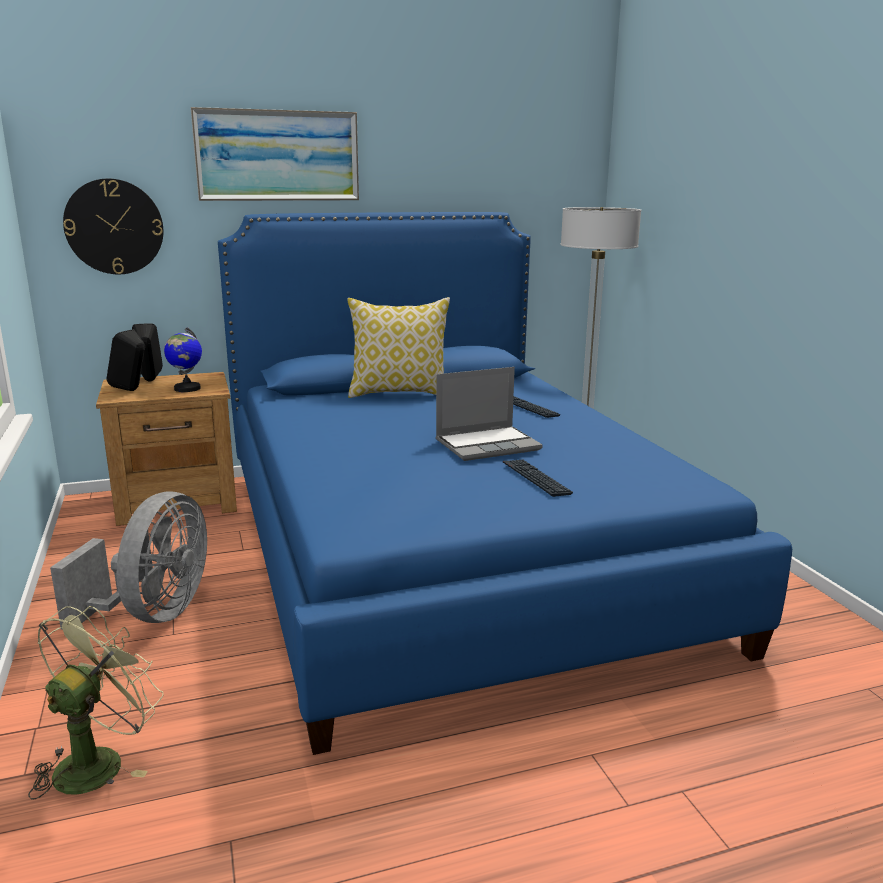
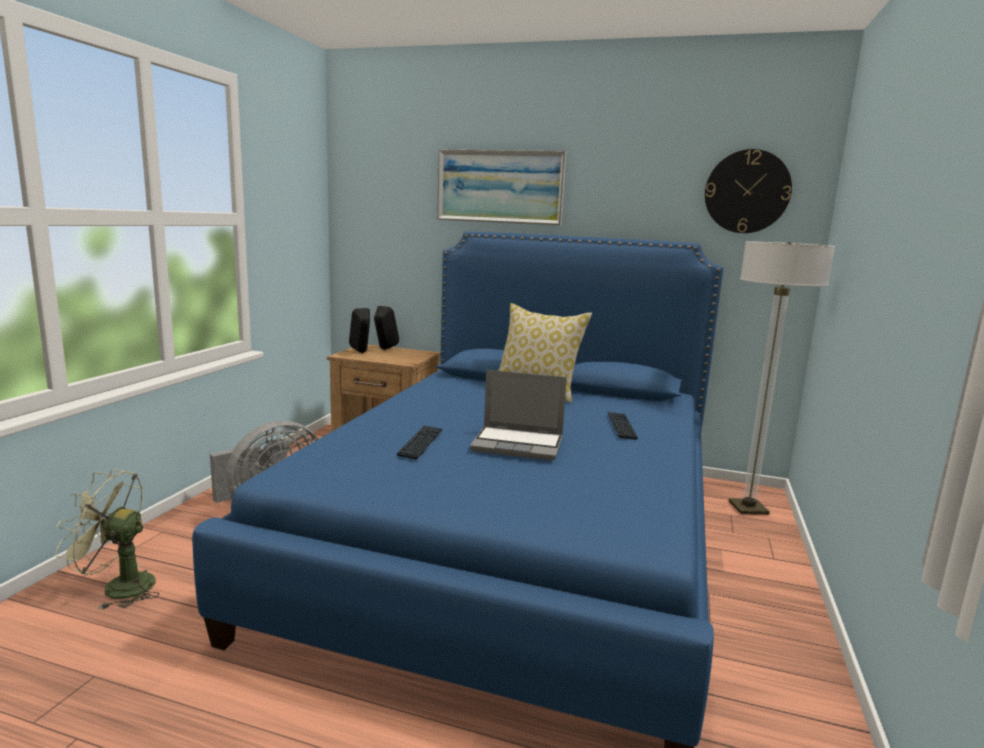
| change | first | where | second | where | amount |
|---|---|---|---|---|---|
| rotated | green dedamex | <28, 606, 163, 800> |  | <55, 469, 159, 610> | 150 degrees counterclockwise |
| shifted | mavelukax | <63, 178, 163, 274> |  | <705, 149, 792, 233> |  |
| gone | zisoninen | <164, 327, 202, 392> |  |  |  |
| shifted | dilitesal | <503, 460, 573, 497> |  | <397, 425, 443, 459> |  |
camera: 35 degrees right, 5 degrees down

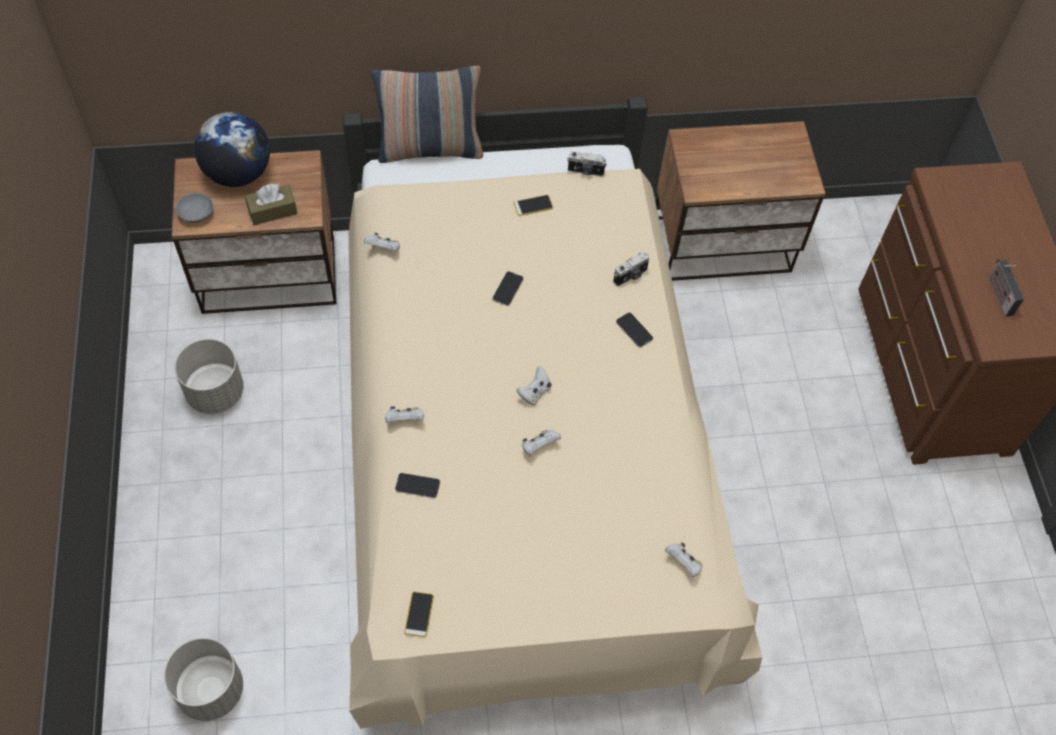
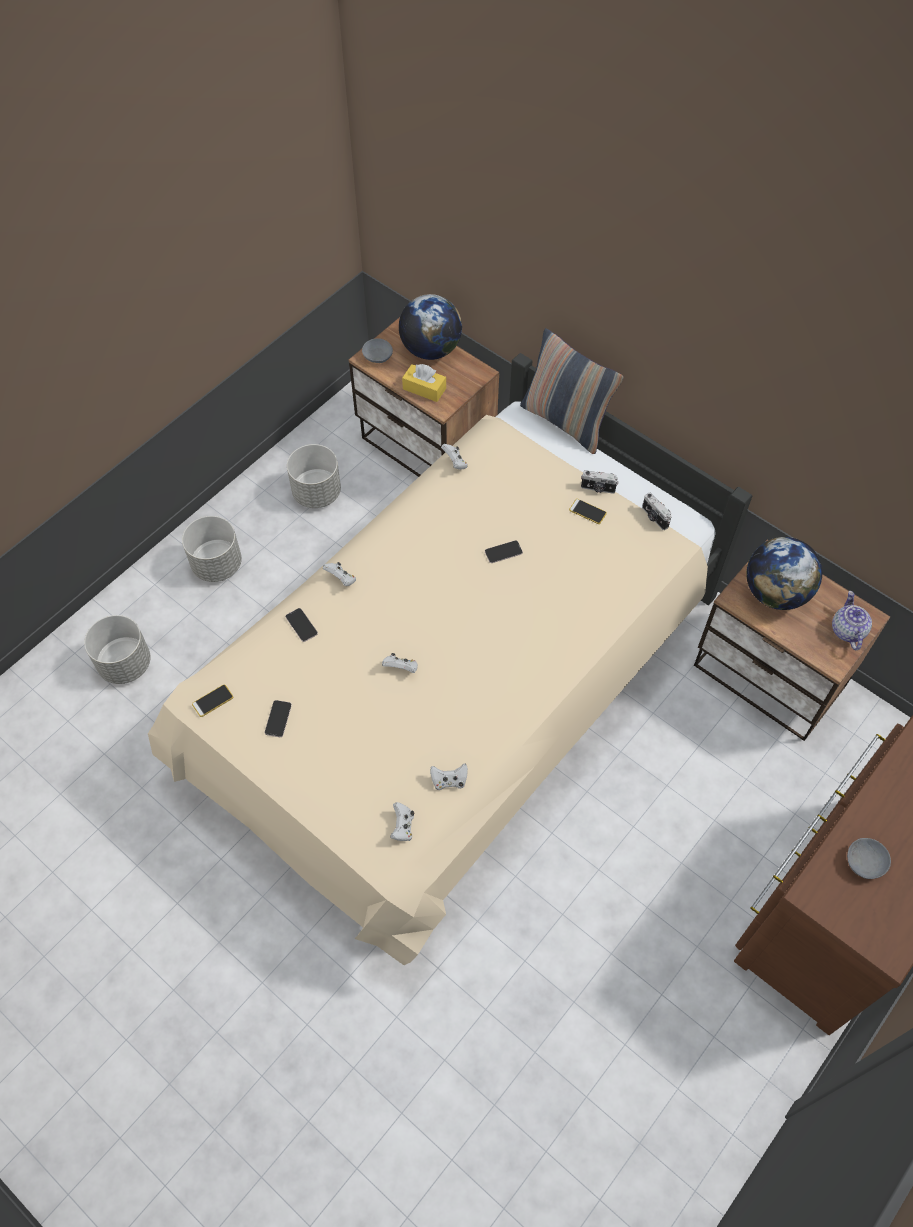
| change | first | where | second | where | amount |
|---|---|---|---|---|---|
| repainted | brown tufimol | <245, 183, 297, 225> | yellow tufimol | <402, 364, 446, 402> |  |
| shifted | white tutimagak | <516, 366, 551, 406> |  | <430, 763, 468, 790> |  |
| shifted | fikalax | <613, 252, 649, 286> |  | <581, 470, 619, 494> |  |
| shifted | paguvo | <616, 312, 653, 347> |  | <265, 700, 292, 737> |  |
| swapped | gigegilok | <989, 259, 1024, 316> | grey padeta | <847, 838, 891, 879> |  |
| new |  |  | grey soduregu | <182, 516, 242, 582> |  |
| new |  |  | zisoninen | <746, 537, 822, 610> |  |
| new |  |  | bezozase | <832, 591, 872, 650> |  |
camera: 50 degrees right, 0 degrees up

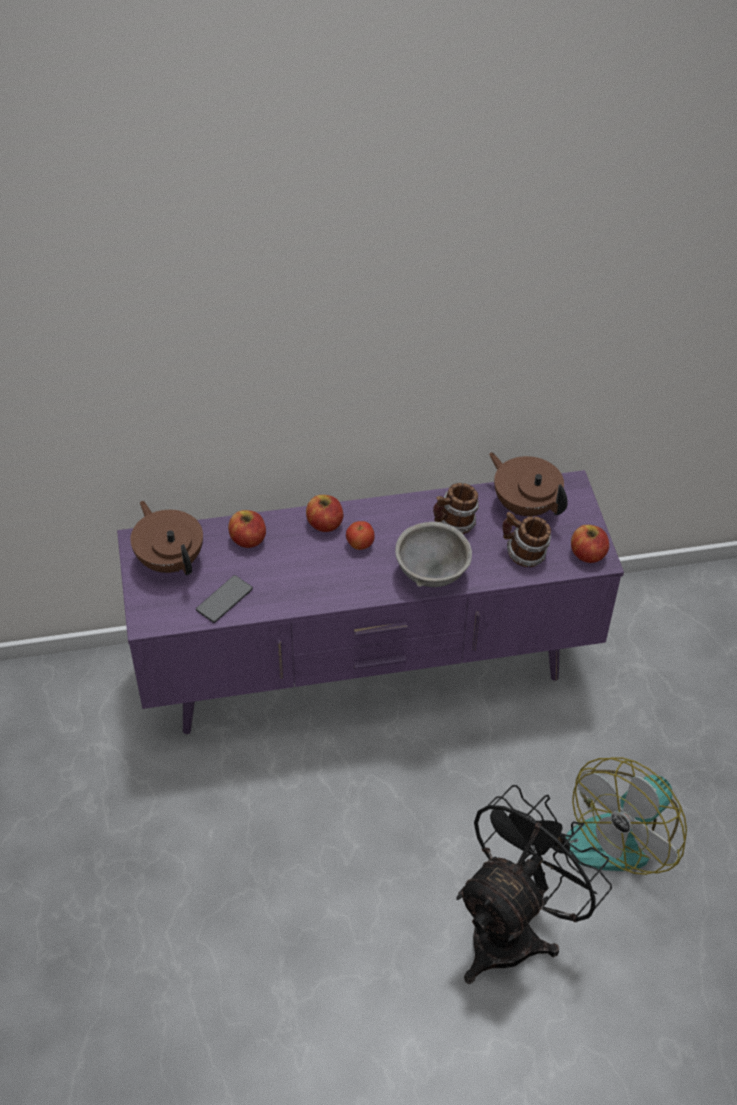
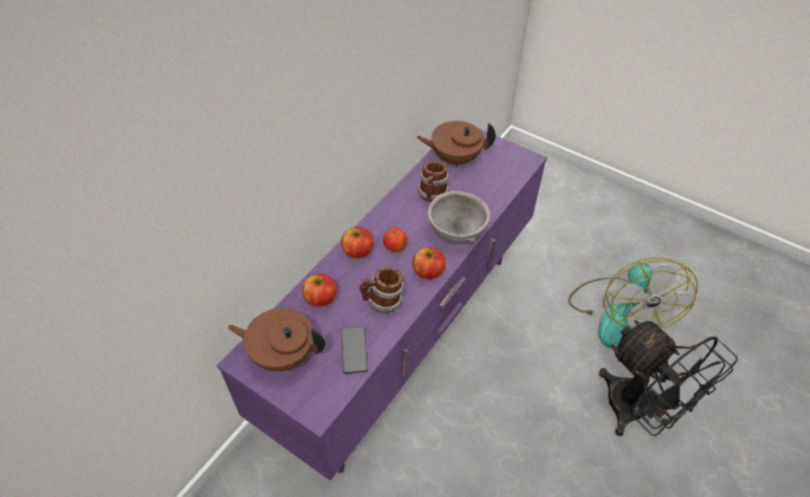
| change | first | where | second | where | amount |
|---|---|---|---|---|---|
| rotated | black dedamex | <456, 785, 612, 984> |  | <599, 320, 738, 436> | 150 degrees clockwise |
| shifted | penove | <502, 512, 551, 567> |  | <360, 267, 404, 313> |  |
| shifted | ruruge | <571, 525, 609, 563> |  | <412, 247, 446, 279> |  |
camera: 45 degrees left, 0 degrees up

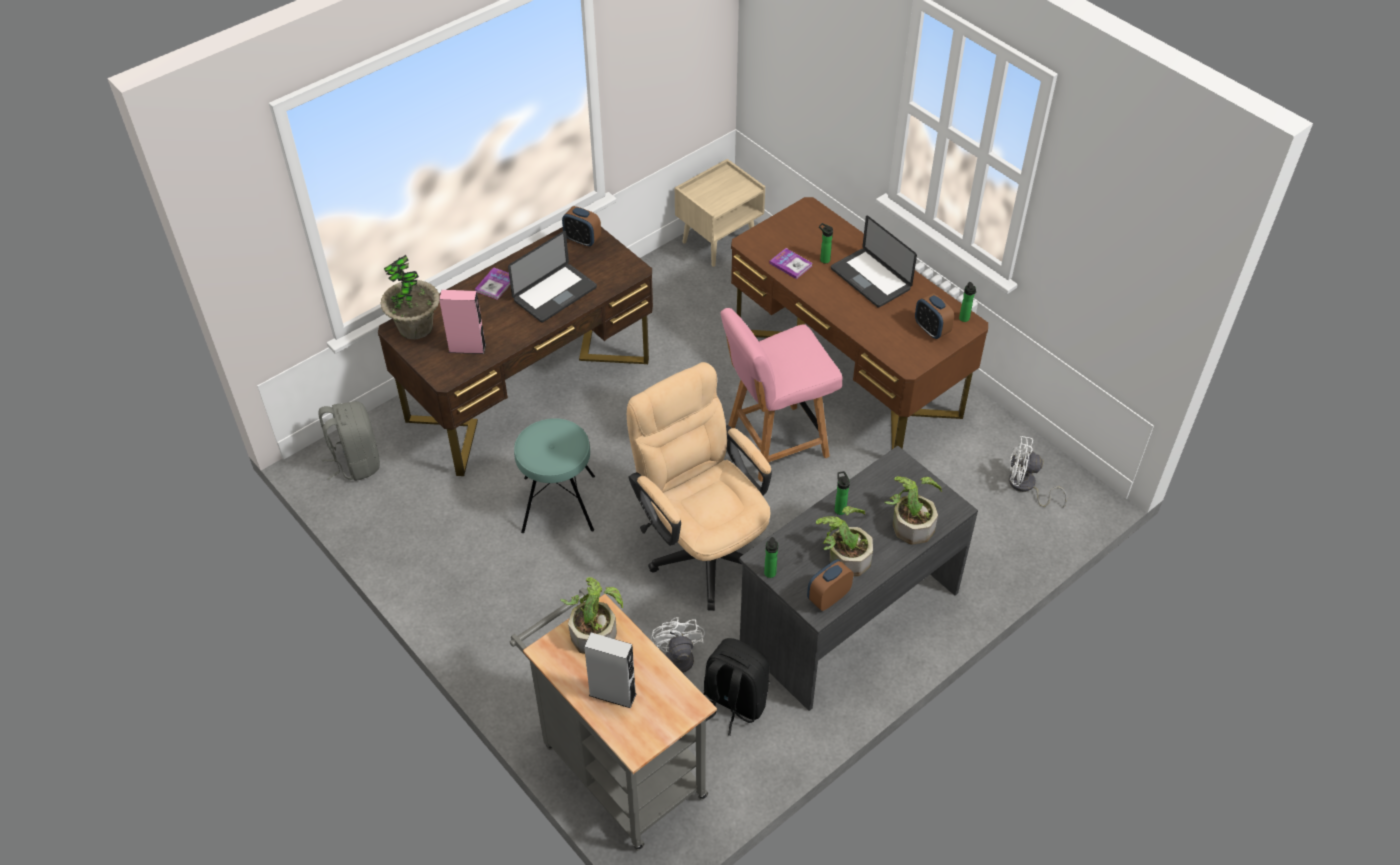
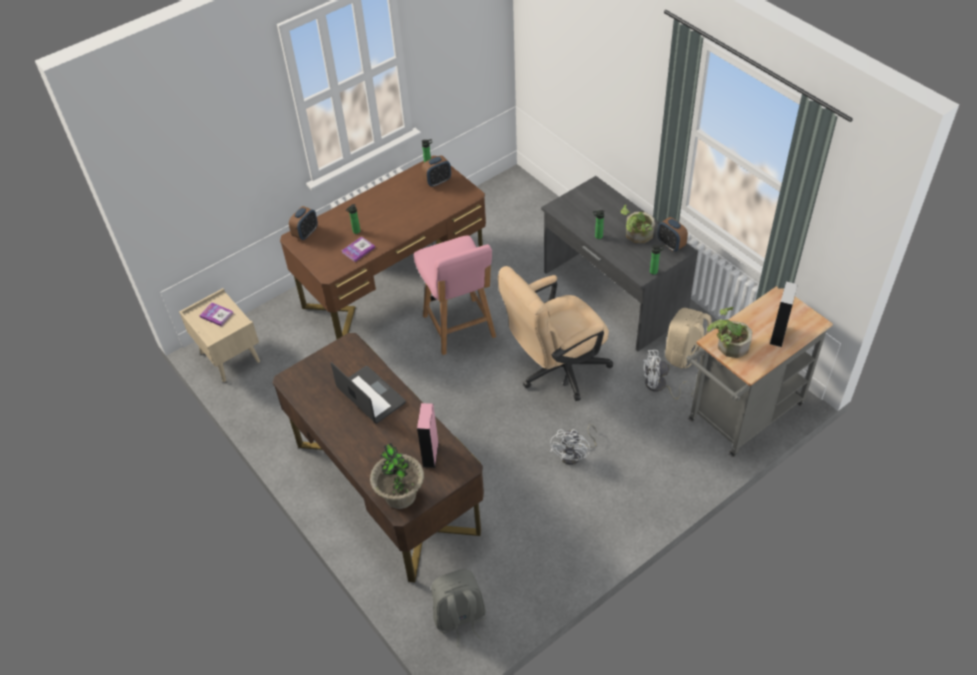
| change | first | where | second | where | amount |
|---|---|---|---|---|---|
| shifted | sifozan | <475, 267, 510, 300> |  | <199, 302, 233, 326> |  |
| gone | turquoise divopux | <514, 418, 595, 533> |  |  |  |
| shifted | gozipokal | <562, 206, 601, 247> |  | <289, 206, 318, 240> |  |
| repainted | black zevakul | <703, 638, 769, 736> | beige zevakul | <665, 308, 712, 369> |  |
| gone | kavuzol | <831, 215, 917, 308> |  |  |  |
| gone | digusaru | <884, 476, 942, 545> |  |  |  |
| shifted | white dedamex | <1009, 436, 1067, 508> |  | <550, 424, 597, 465> |  |
camera: 85 degrees left, 0 degrees up

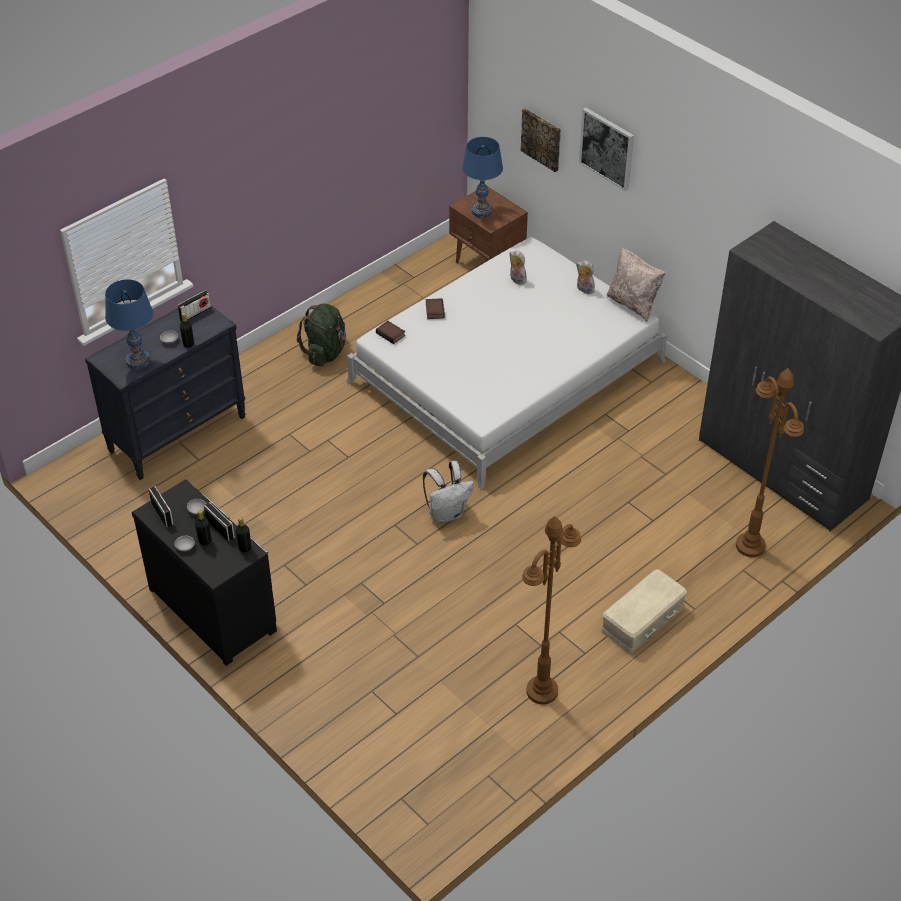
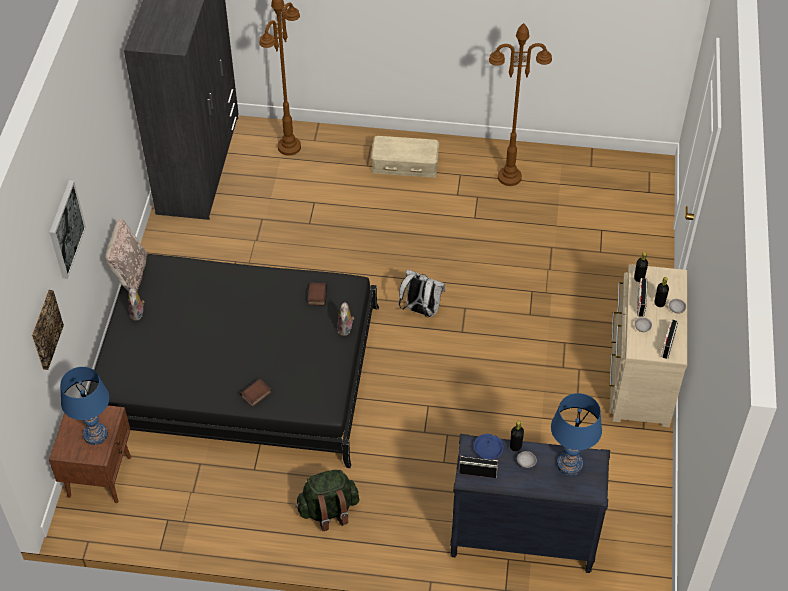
| change | first | where | second | where | amount |
|---|---|---|---|---|---|
| repainted | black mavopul | <132, 479, 277, 666> | beige mavopul | <609, 264, 687, 427> |  |
| repainted | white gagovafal | <346, 237, 667, 489> | black gagovafal | <87, 254, 379, 468> |  |
| shifted | sifozan | <376, 321, 405, 344> |  | <308, 283, 327, 305> |  |
| shifted | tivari | <509, 250, 526, 285> |  | <337, 302, 354, 336> |  |
| new |  |  | blue padeta | <474, 434, 504, 459> |  |
camera: 130 degrees left, 5 degrees up

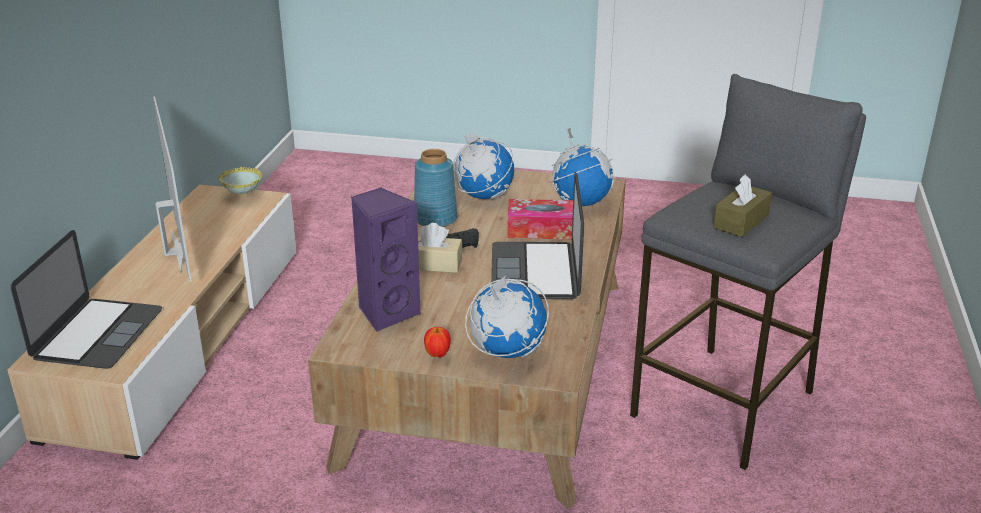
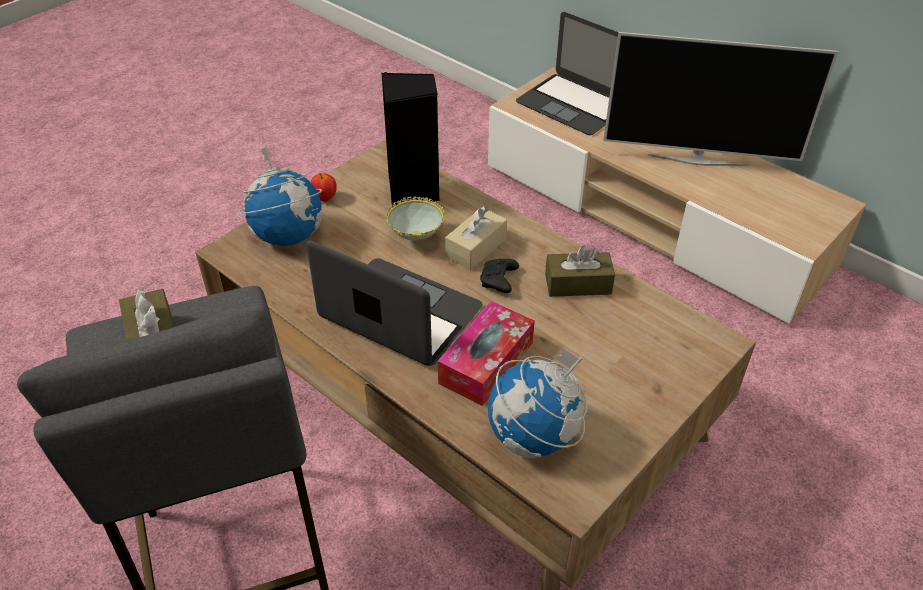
| change | first | where | second | where | amount |
|---|---|---|---|---|---|
| shifted | padeta | <218, 167, 262, 197> |  | <385, 197, 445, 241> |  |
| repainted | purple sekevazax | <351, 187, 421, 332> | black sekevazax | <382, 72, 440, 206> |  |
| swapped | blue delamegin | <414, 149, 457, 227> | brown tufimol | <545, 246, 615, 297> |  |
| gone | zisoninen | <453, 130, 514, 200> |  |  |  |
camera: 120 degrees right, 15 degrees up

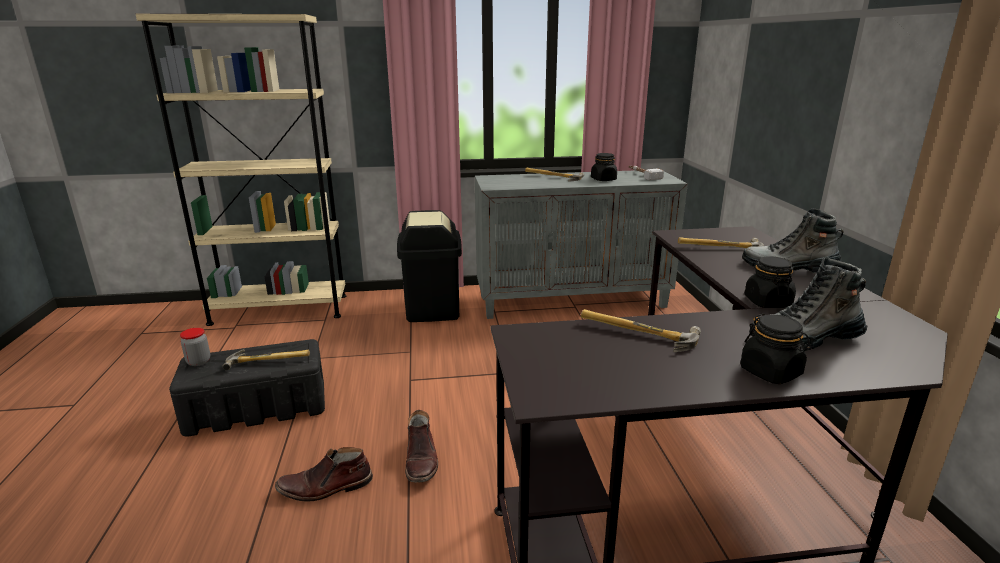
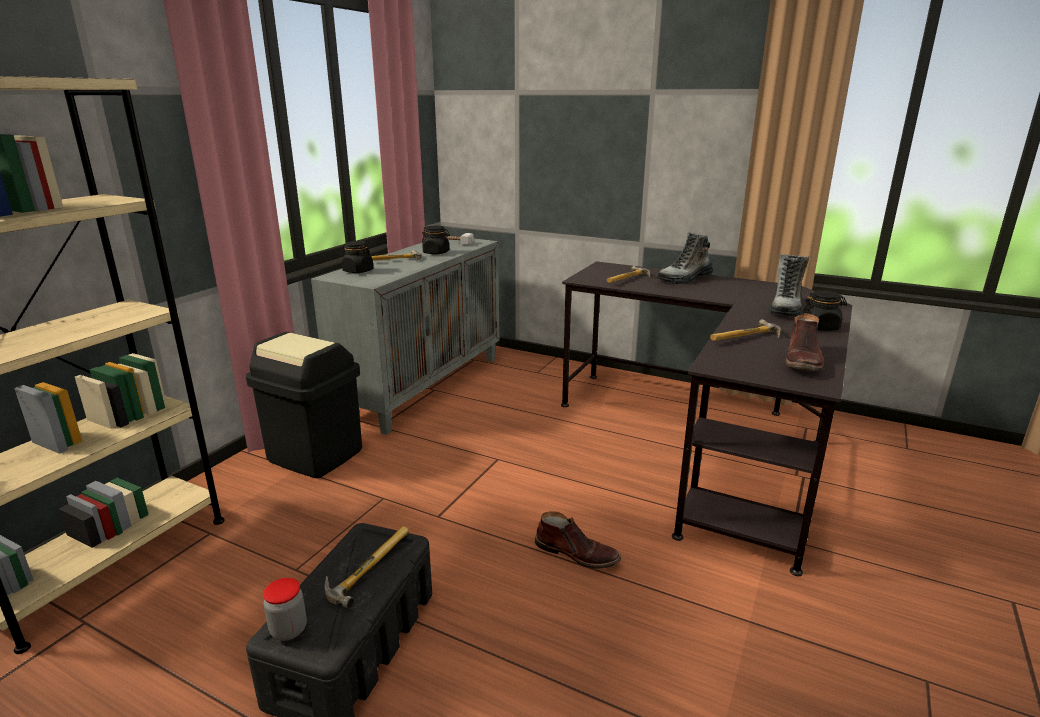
| change | first | where | second | where | amount |
|---|---|---|---|---|---|
| shifted | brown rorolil | <275, 447, 373, 501> |  | <785, 313, 824, 371> |  |
| shifted | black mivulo | <744, 256, 796, 308> |  | <342, 241, 373, 273> |  |
camera: 55 degrees left, 0 degrees up

